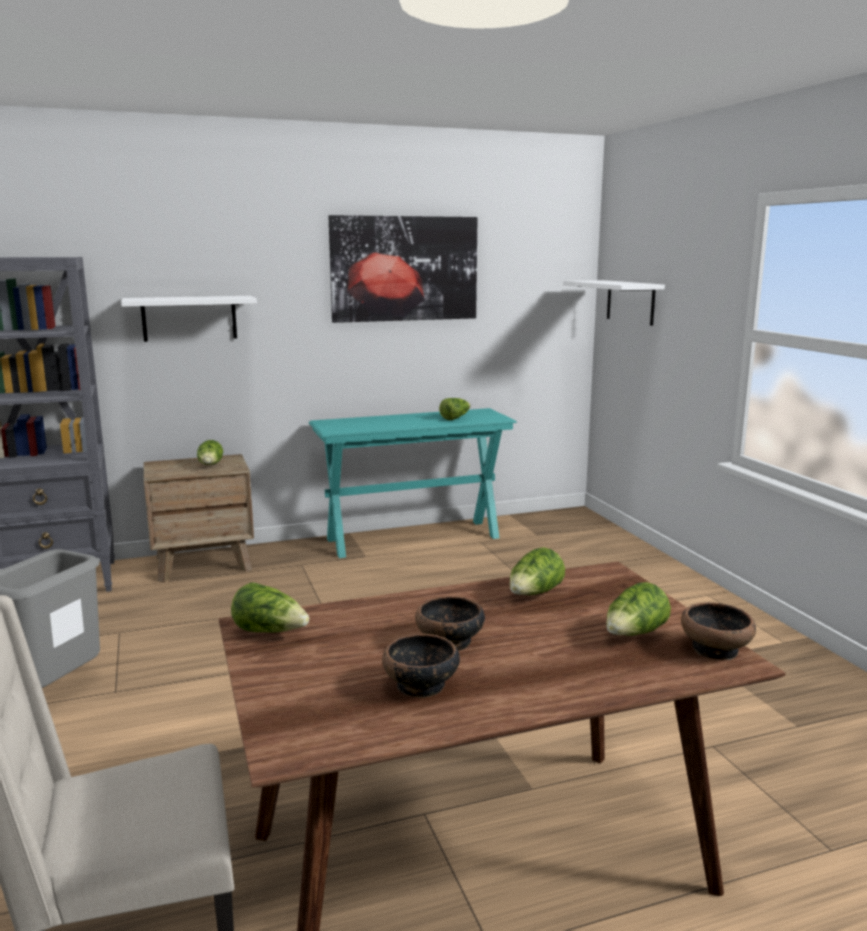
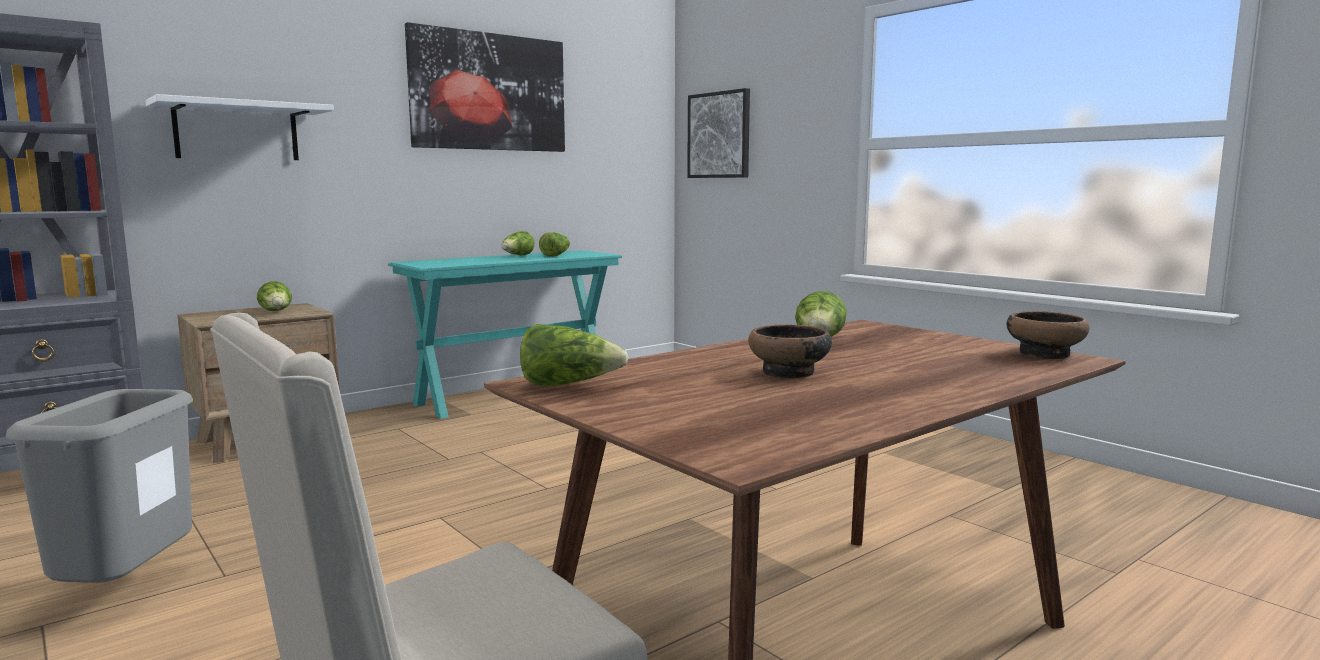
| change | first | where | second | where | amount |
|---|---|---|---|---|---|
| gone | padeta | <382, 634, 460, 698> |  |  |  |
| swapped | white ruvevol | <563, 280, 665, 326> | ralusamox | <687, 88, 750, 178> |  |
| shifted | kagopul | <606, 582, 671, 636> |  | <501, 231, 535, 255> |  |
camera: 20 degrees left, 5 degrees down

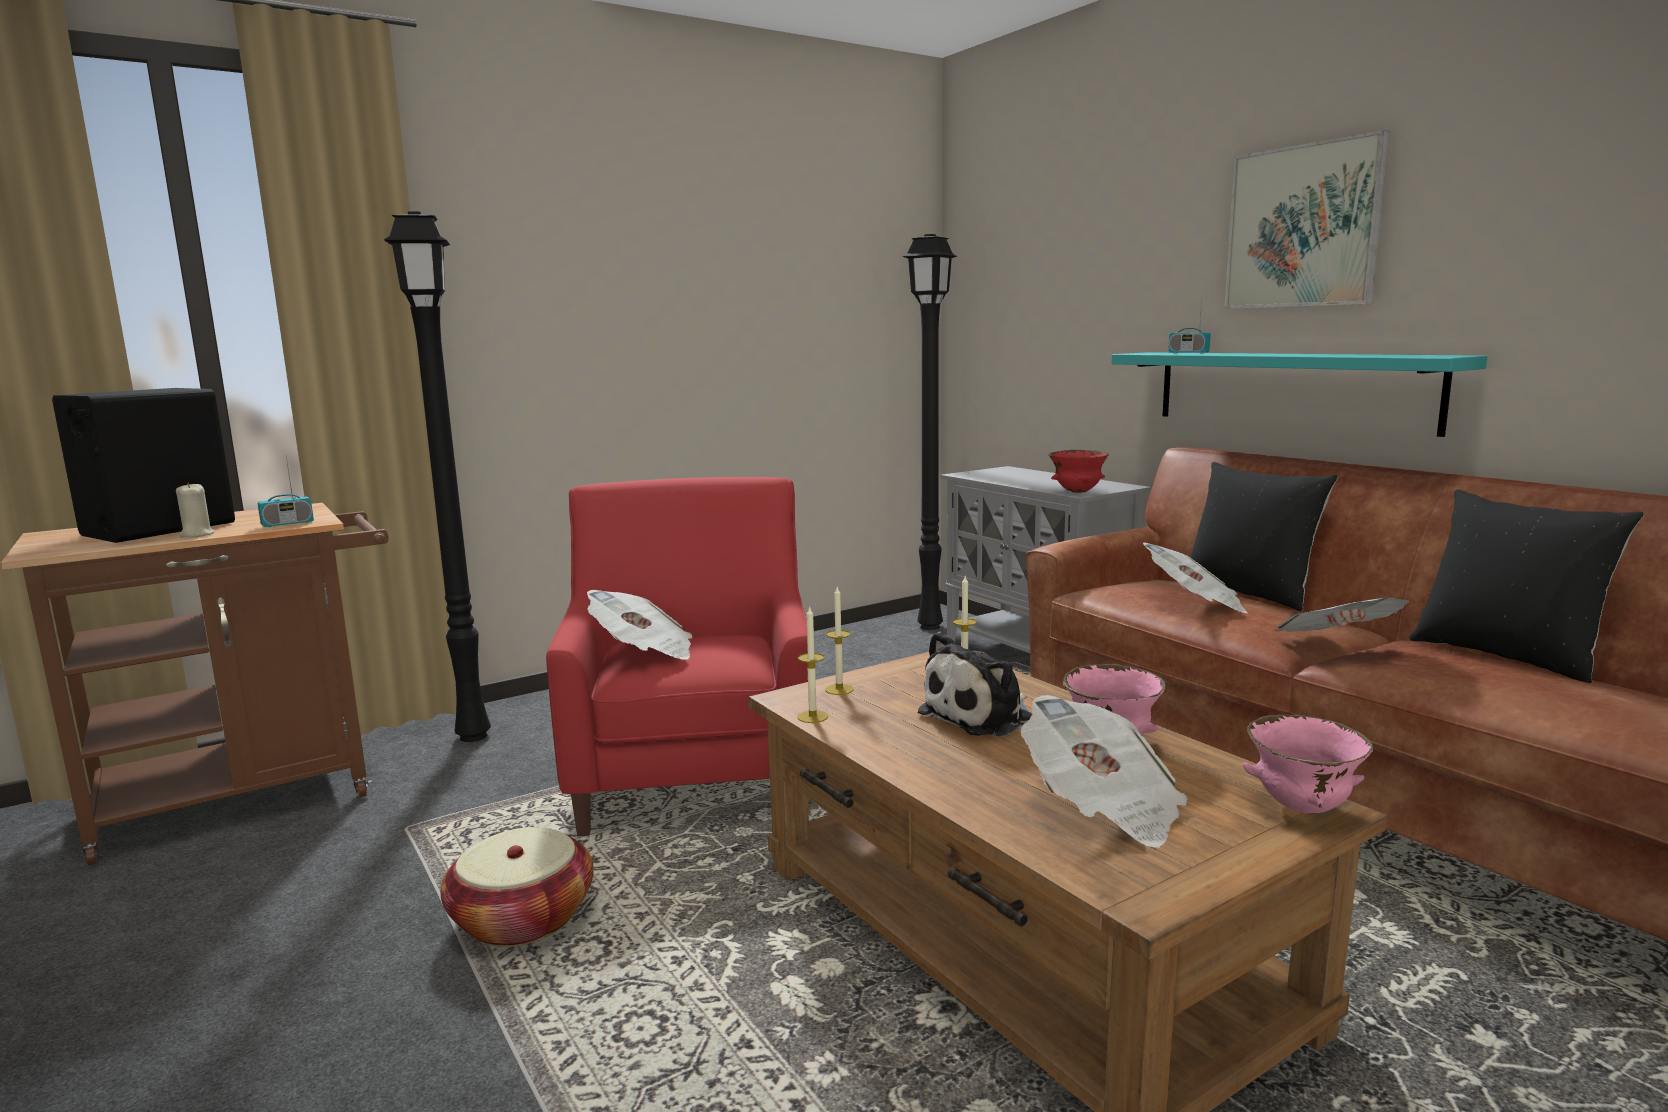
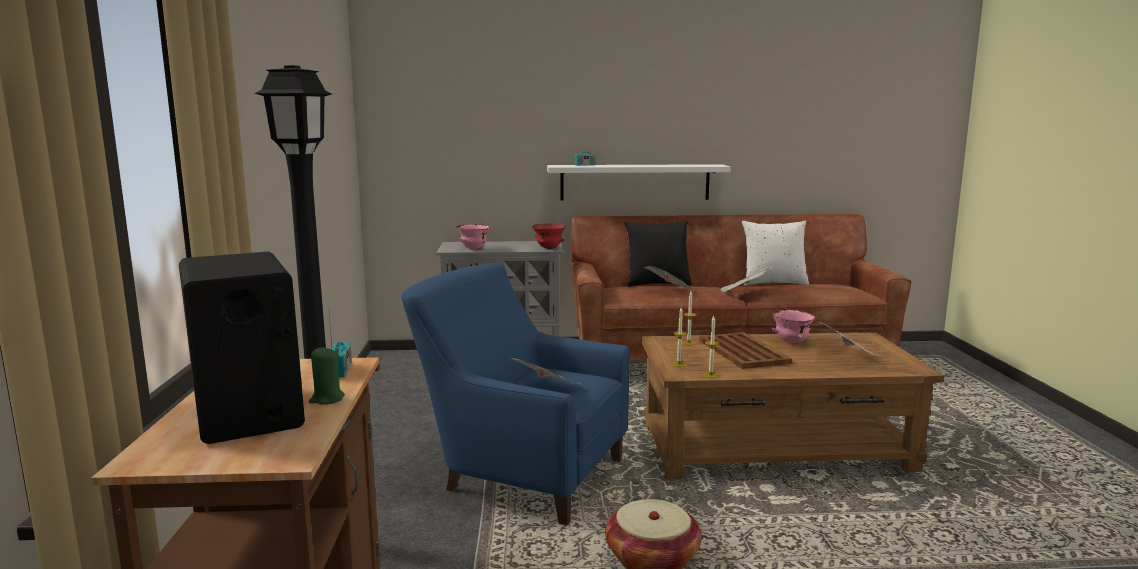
| change | first | where | second | where | amount |
|---|---|---|---|---|---|
| repainted | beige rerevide | <176, 482, 215, 538> | green rerevide | <309, 347, 345, 405> |  |
| repainted | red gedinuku | <546, 477, 808, 837> | blue gedinuku | <402, 263, 630, 525> |  |
| gone | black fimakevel | <902, 234, 957, 630> |  |  |  |
| swapped | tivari | <918, 631, 1032, 736> | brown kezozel | <699, 332, 792, 369> |  |
| repainted | turquoise ruvevol | <1111, 352, 1488, 437> | white ruvevol | <547, 164, 731, 201> |  |
| gone | ralusamox | <1224, 130, 1389, 309> |  |  |  |
| shifted | pink padeta | <1242, 714, 1373, 814> |  | <457, 224, 490, 250> |  |
| repainted | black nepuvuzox | <1409, 490, 1644, 683> | white nepuvuzox | <742, 221, 809, 286> |  |
camera: 60 degrees left, 0 degrees up

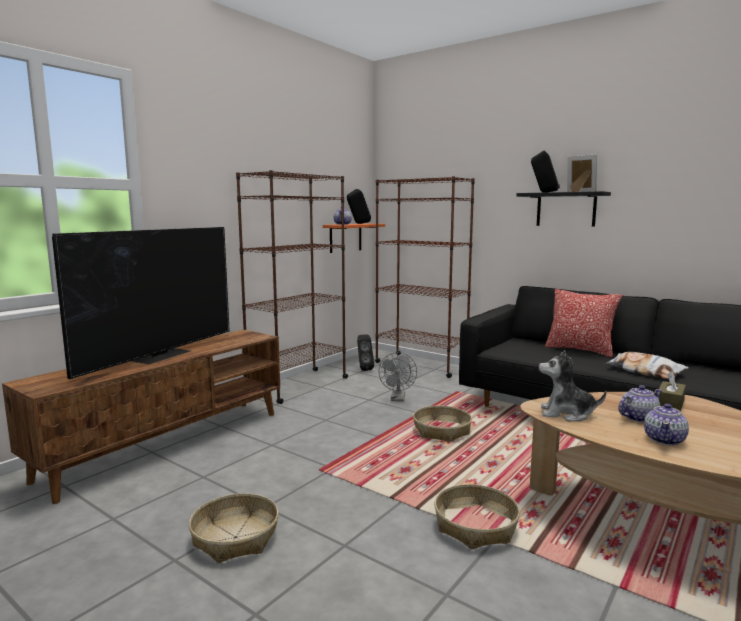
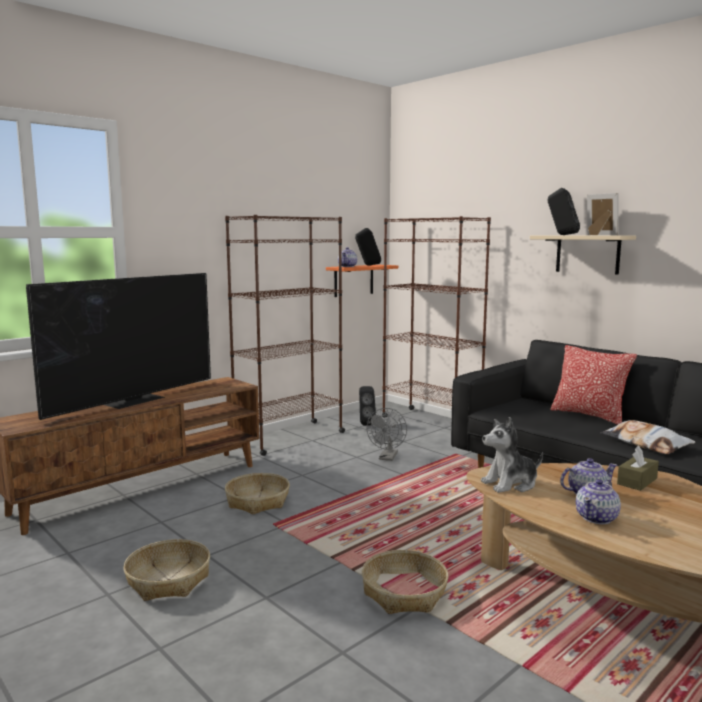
| change | first | where | second | where | amount |
|---|---|---|---|---|---|
| shifted | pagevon | <413, 406, 472, 442> |  | <225, 473, 290, 514> |  |
| repainted | black ruvevol | <517, 191, 611, 227> | beige ruvevol | <530, 235, 636, 274> |  |
| rotated | tivari | <539, 349, 606, 421> |  | <481, 417, 543, 493> | 45 degrees counterclockwise |
camera: 10 degrees right, 0 degrees up

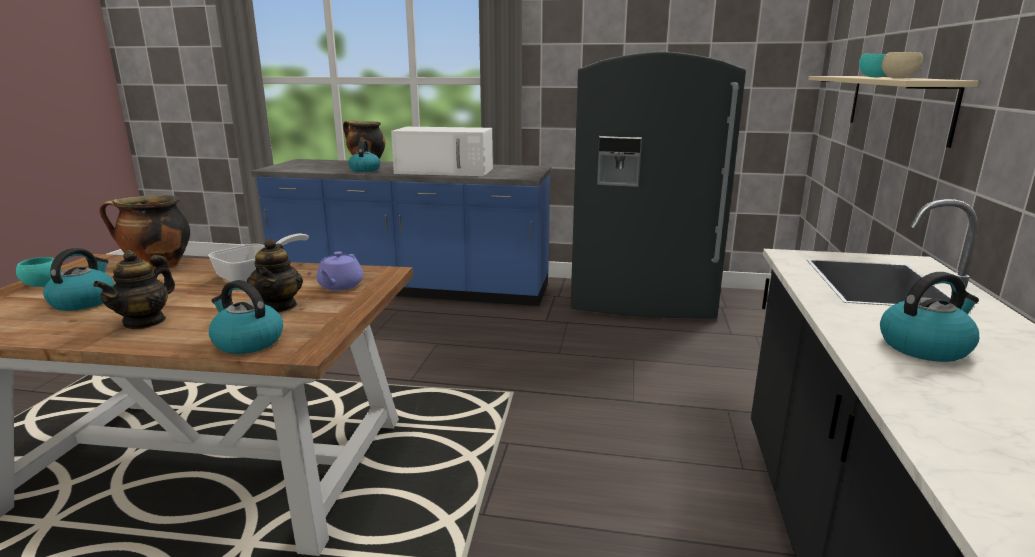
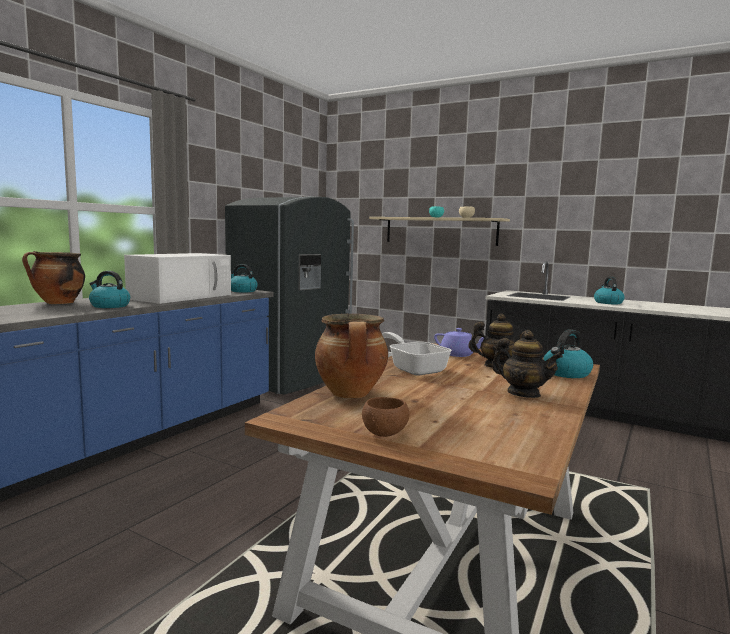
| change | first | where | second | where | amount |
|---|---|---|---|---|---|
| repainted | turquoise padeta | <16, 257, 61, 287> | brown padeta | <362, 397, 409, 437> |  |
| shifted | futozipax | <43, 248, 114, 311> |  | <231, 264, 258, 292> |  |
camera: 70 degrees left, 10 degrees down

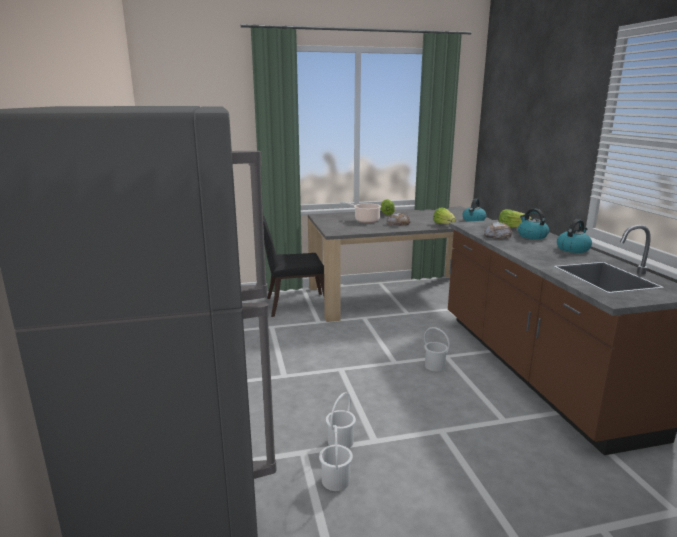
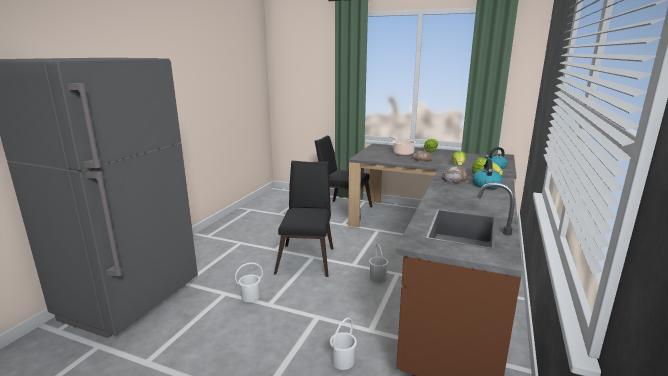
| change | first | where | second | where | amount |
|---|---|---|---|---|---|
| shifted | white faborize | <319, 425, 353, 491> |  | <330, 318, 357, 370> |  |
| gone | futozipax | <557, 219, 592, 253> |  |  |  |
| new |  |  | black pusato | <274, 161, 333, 277> |  |
camera: 35 degrees right, 0 degrees up

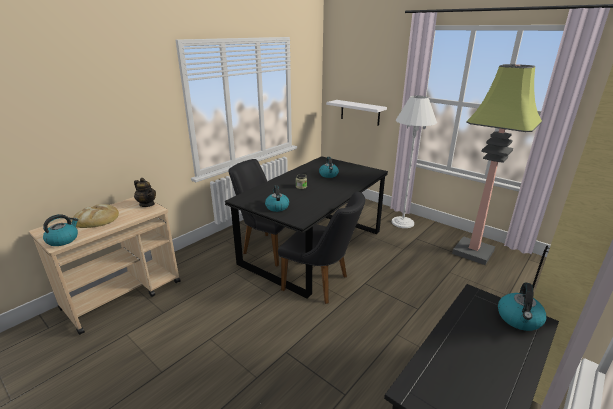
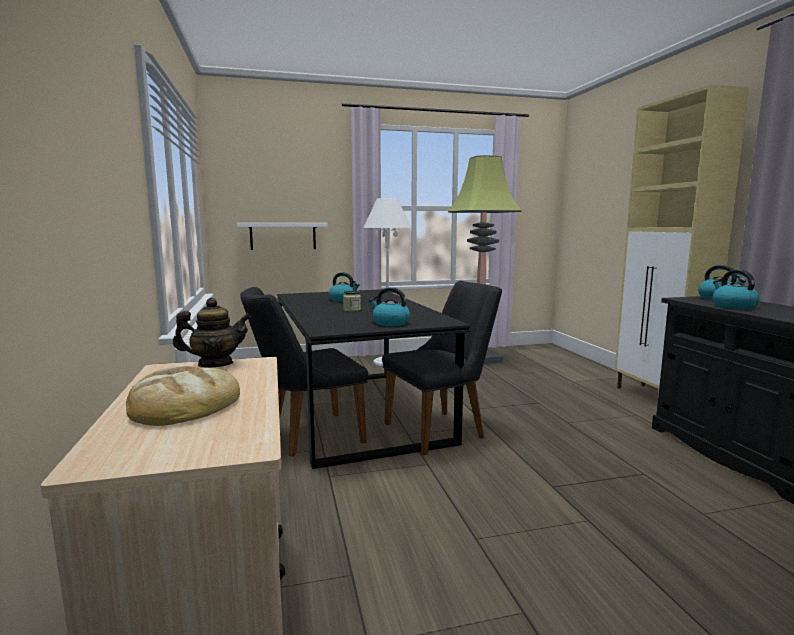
| change | first | where | second | where | amount |
|---|---|---|---|---|---|
| shifted | futozipax | <43, 214, 79, 246> |  | <713, 270, 760, 309> |  |
camera: 55 degrees left, 15 degrees down

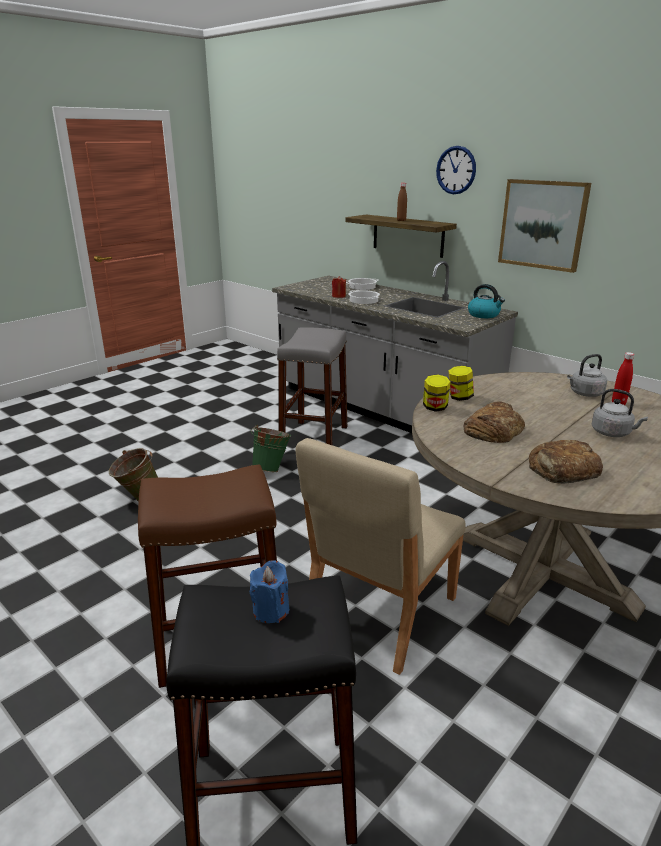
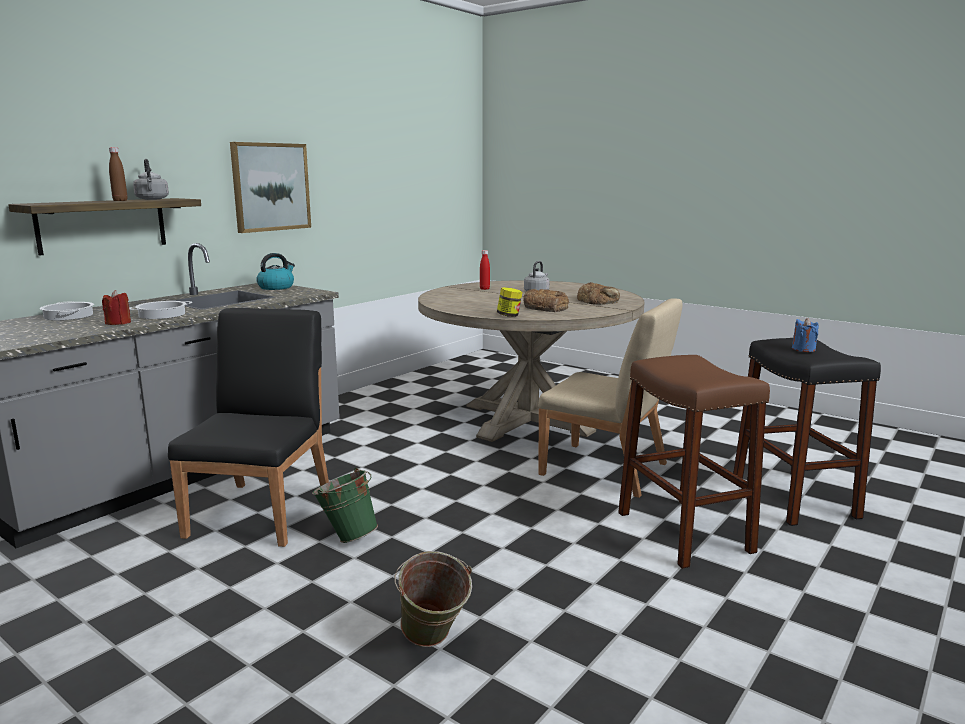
| change | first | where | second | where | amount |
|---|---|---|---|---|---|
| swapped | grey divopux | <277, 327, 347, 445> | black pusato | <168, 308, 329, 547> |  |
| gone | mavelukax | <436, 146, 476, 194> |  |  |  |
| gone | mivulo | <448, 366, 474, 401> |  |  |  |
| shifted | grey futozipax | <567, 354, 607, 397> |  | <133, 159, 169, 200> |  |
camera: 95 degrees left, 10 degrees down

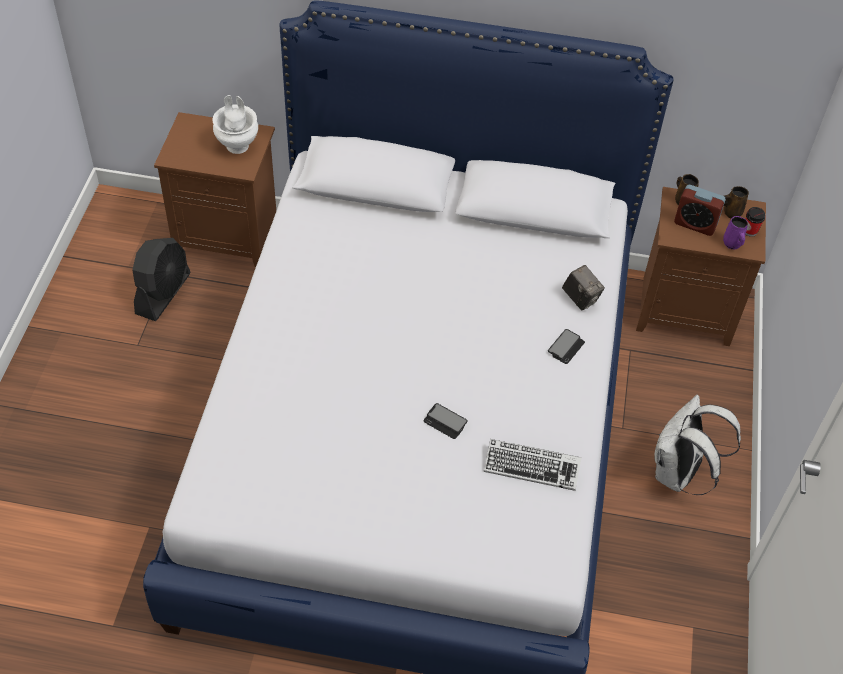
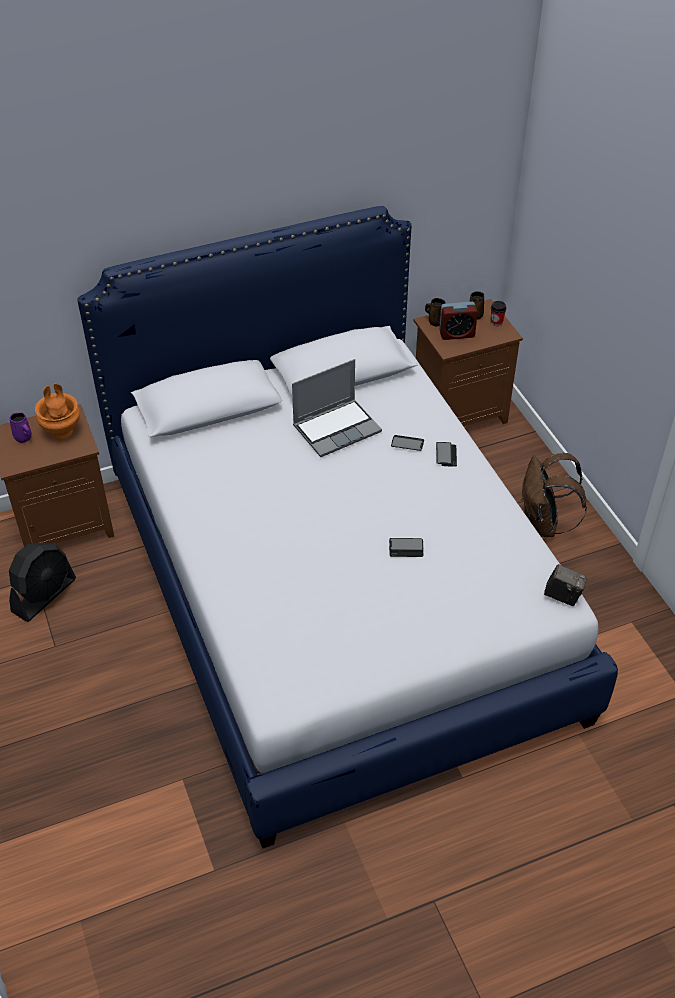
| change | first | where | second | where | amount |
|---|---|---|---|---|---|
| rotated | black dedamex | <132, 238, 191, 321> |  | <9, 543, 76, 622> | 45 degrees clockwise |
| repainted | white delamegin | <212, 95, 258, 154> | orange delamegin | <35, 383, 80, 439> |  |
| gone | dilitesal | <484, 439, 582, 491> |  |  |  |
| shifted | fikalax | <562, 265, 605, 311> |  | <544, 564, 587, 606> |  |
| repainted | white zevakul | <654, 395, 741, 495> | brown zevakul | <521, 453, 587, 537> |  |
| shifted | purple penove | <723, 216, 748, 249> |  | <10, 412, 32, 443> |  |
| new |  |  | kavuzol | <292, 359, 382, 457> |  |
| new |  |  | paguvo | <391, 435, 424, 451> |  |
camera: 30 degrees left, 5 degrees down

